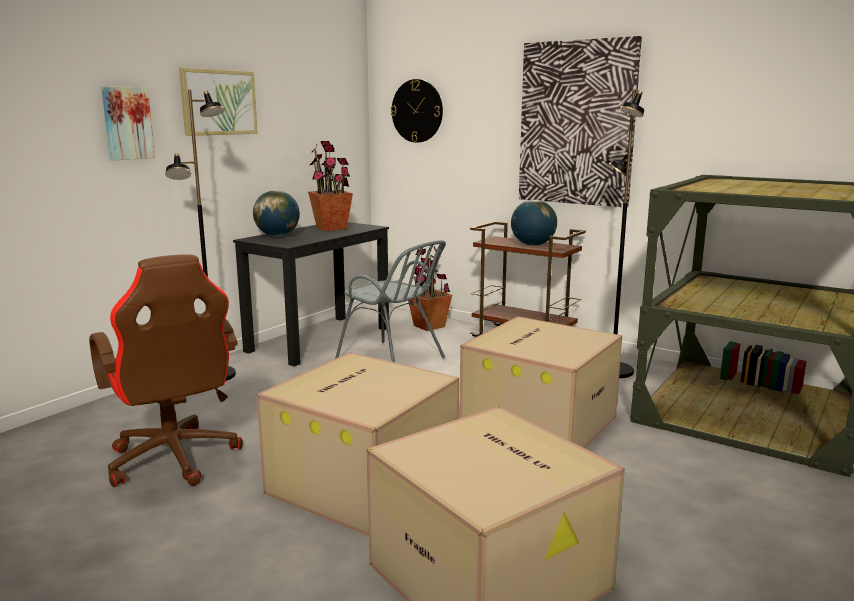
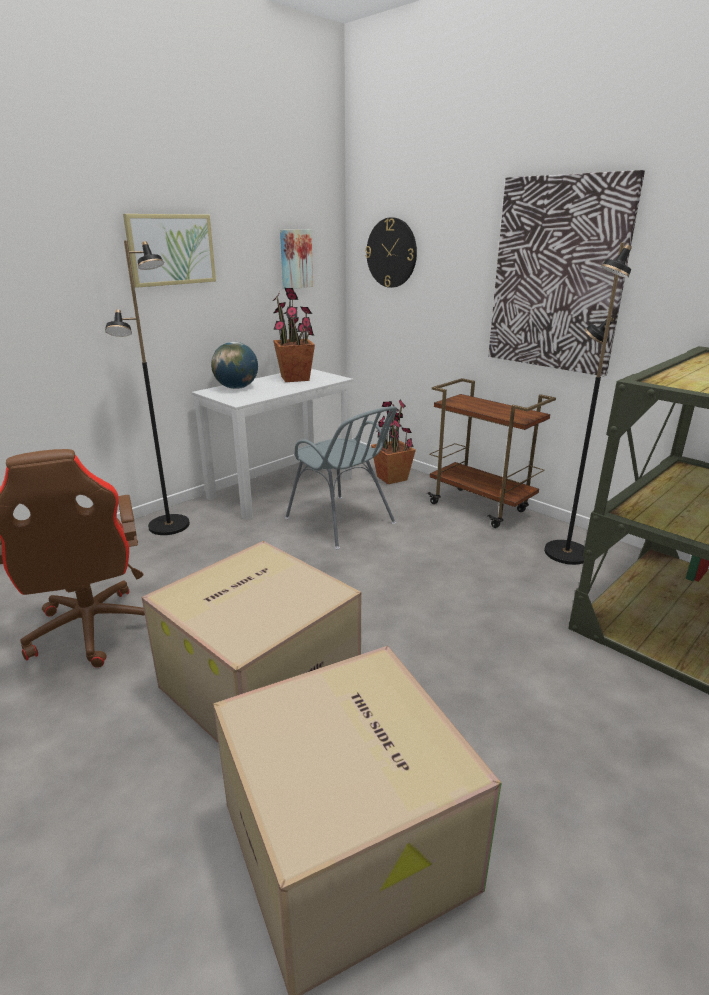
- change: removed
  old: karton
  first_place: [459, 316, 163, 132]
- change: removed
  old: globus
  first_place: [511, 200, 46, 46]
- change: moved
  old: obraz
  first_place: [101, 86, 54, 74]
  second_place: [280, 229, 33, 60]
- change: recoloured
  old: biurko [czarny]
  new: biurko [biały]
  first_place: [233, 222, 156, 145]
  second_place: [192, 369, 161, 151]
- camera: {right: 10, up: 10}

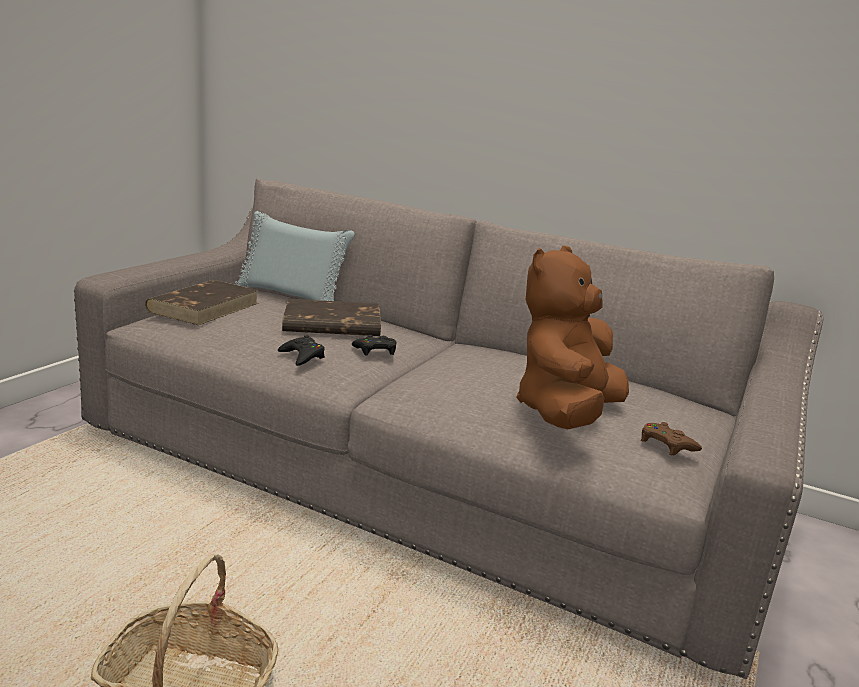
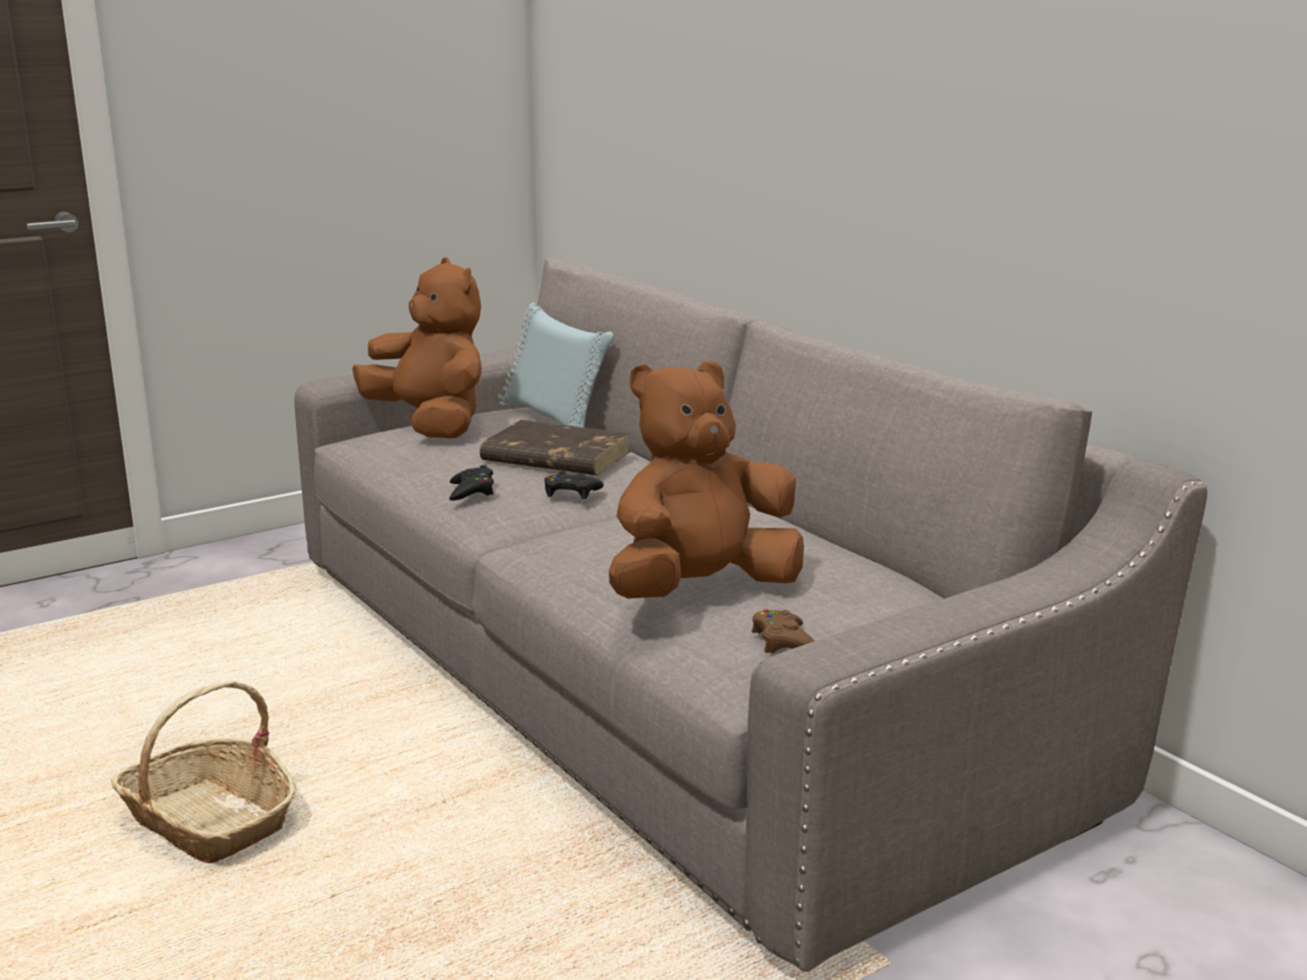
- change: replaced
  old: książka [brązowy]
  new: pluszak [brązowy]
  first_place: [145, 280, 114, 45]
  second_place: [352, 257, 129, 181]
- camera: {right: 30, up: 0}

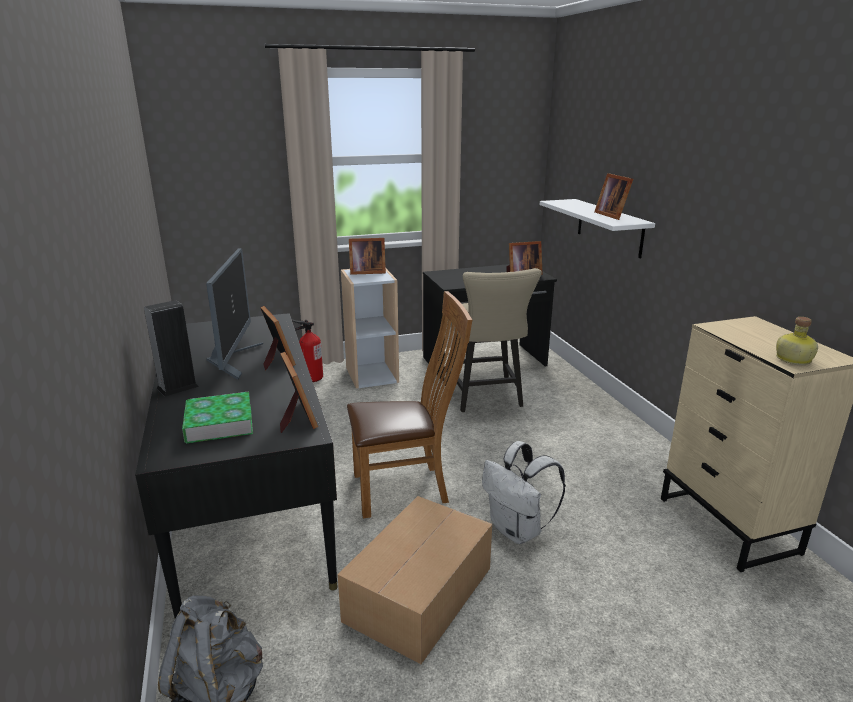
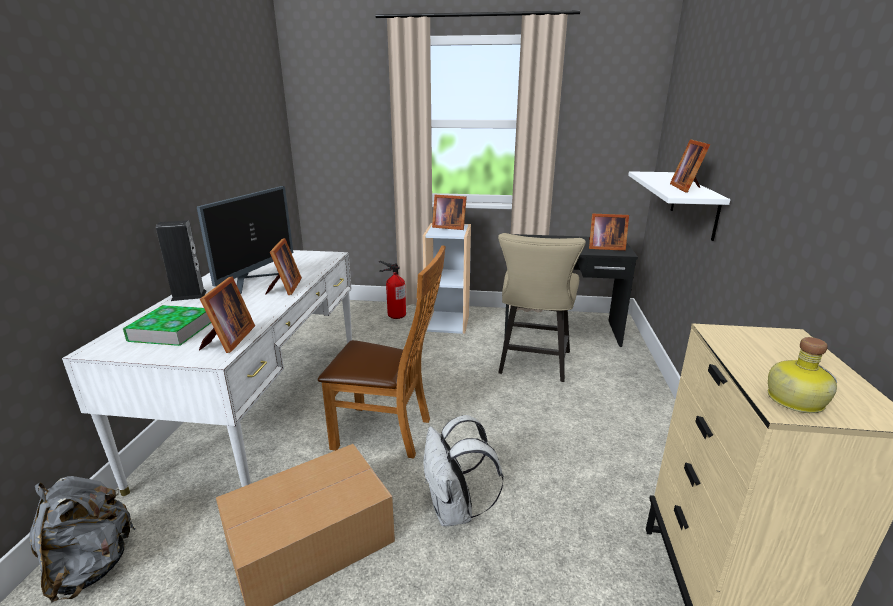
- change: recoloured
  old: biurko [czarny]
  new: biurko [biały]
  first_place: [135, 313, 203, 305]
  second_place: [62, 250, 290, 246]
- camera: {right: 25, up: 0}

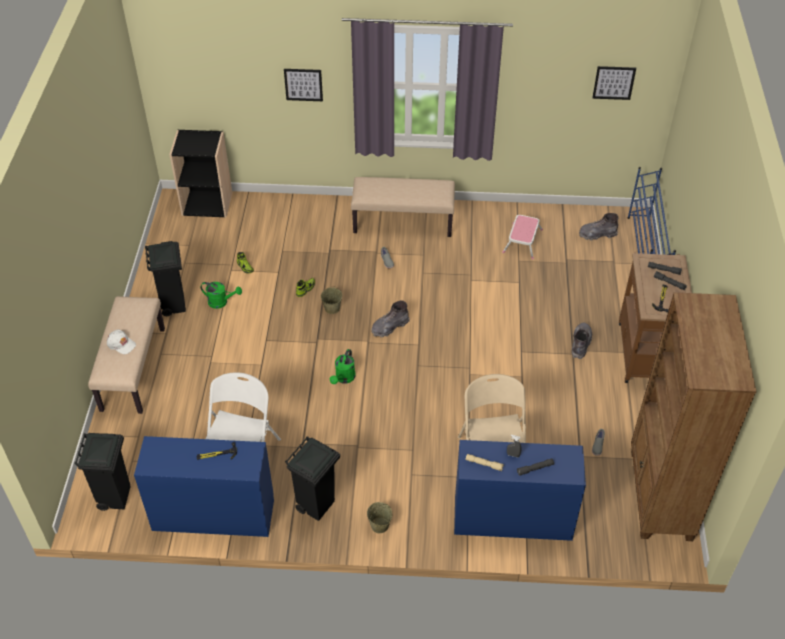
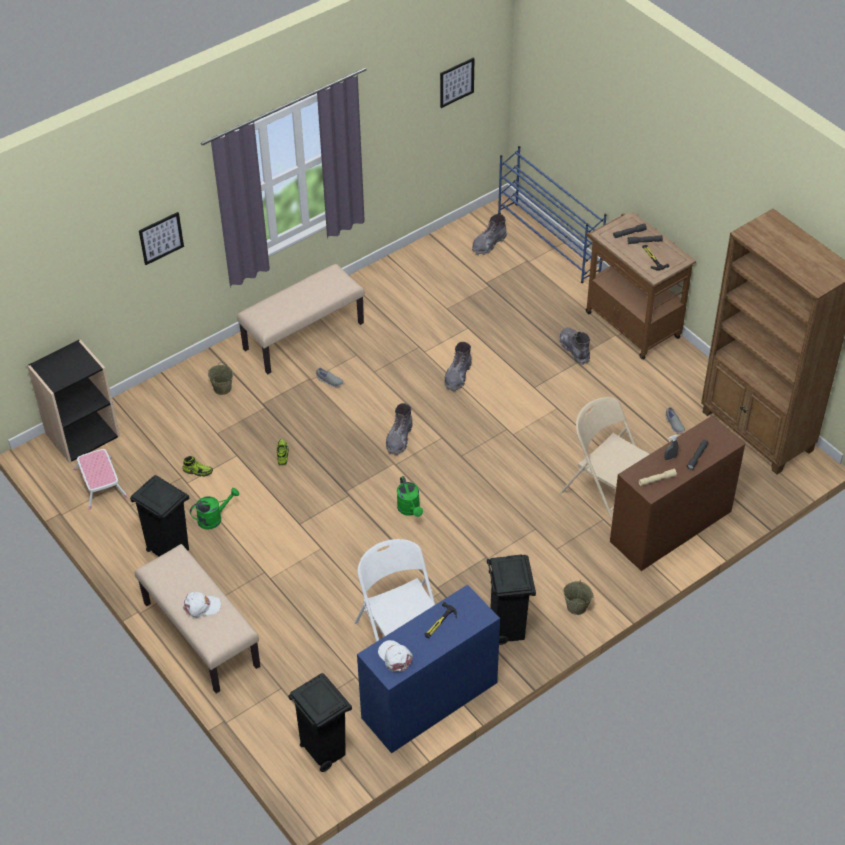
- change: added
  new: czapka z daszkiem [biały]
  second_place: [378, 640, 35, 32]
- change: added
  new: but z cholewką [szary]
  second_place: [444, 342, 27, 49]
- change: moved
  old: wiadro [beżowy]
  first_place: [321, 286, 21, 28]
  second_place: [208, 362, 25, 33]
- change: moved
  old: drabinka [różowy]
  first_place: [502, 215, 41, 45]
  second_place: [73, 449, 55, 61]
- change: recoloured
  old: biurko [niebieski]
  new: biurko [brązowy]
  first_place: [454, 440, 132, 101]
  second_place: [610, 416, 135, 155]
- camera: {right: -40, up: 0}

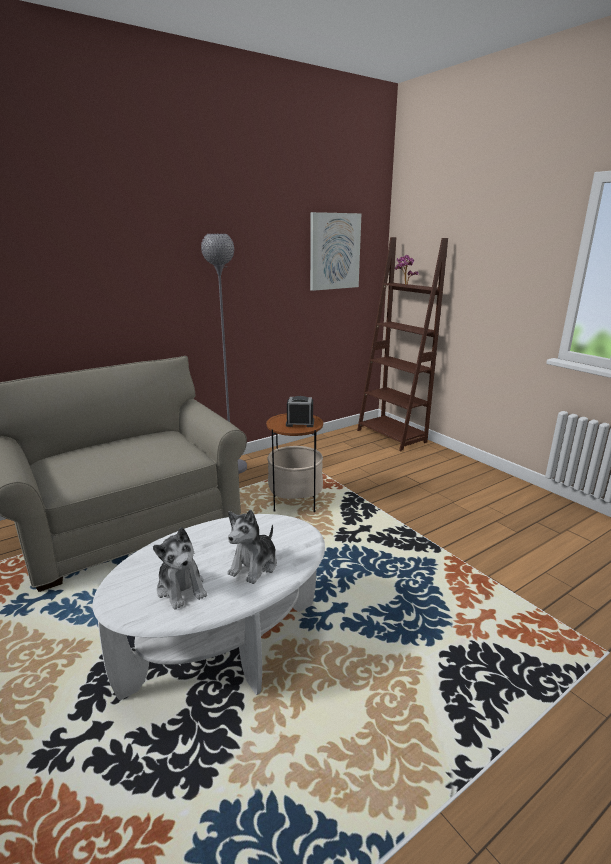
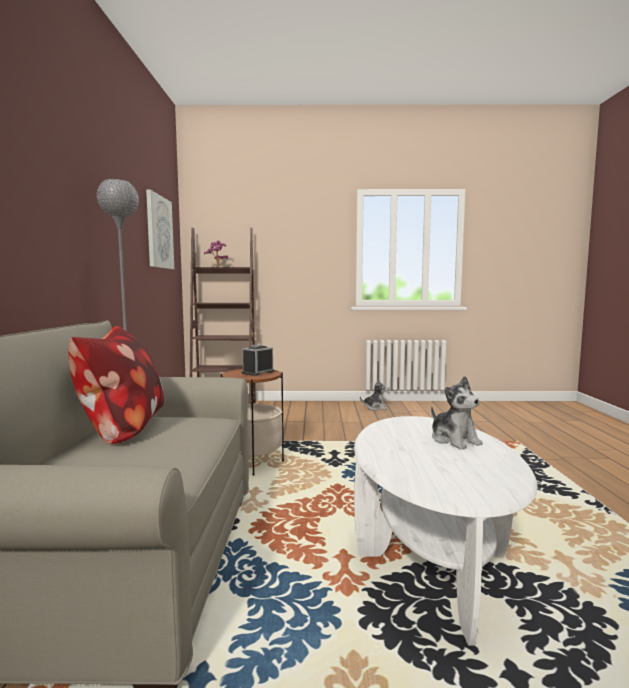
- change: added
  new: poduszka
  second_place: [68, 326, 96, 118]
- change: moved
  old: pluszak
  first_place: [153, 527, 54, 83]
  second_place: [360, 378, 29, 33]
- camera: {right: -55, up: -15}

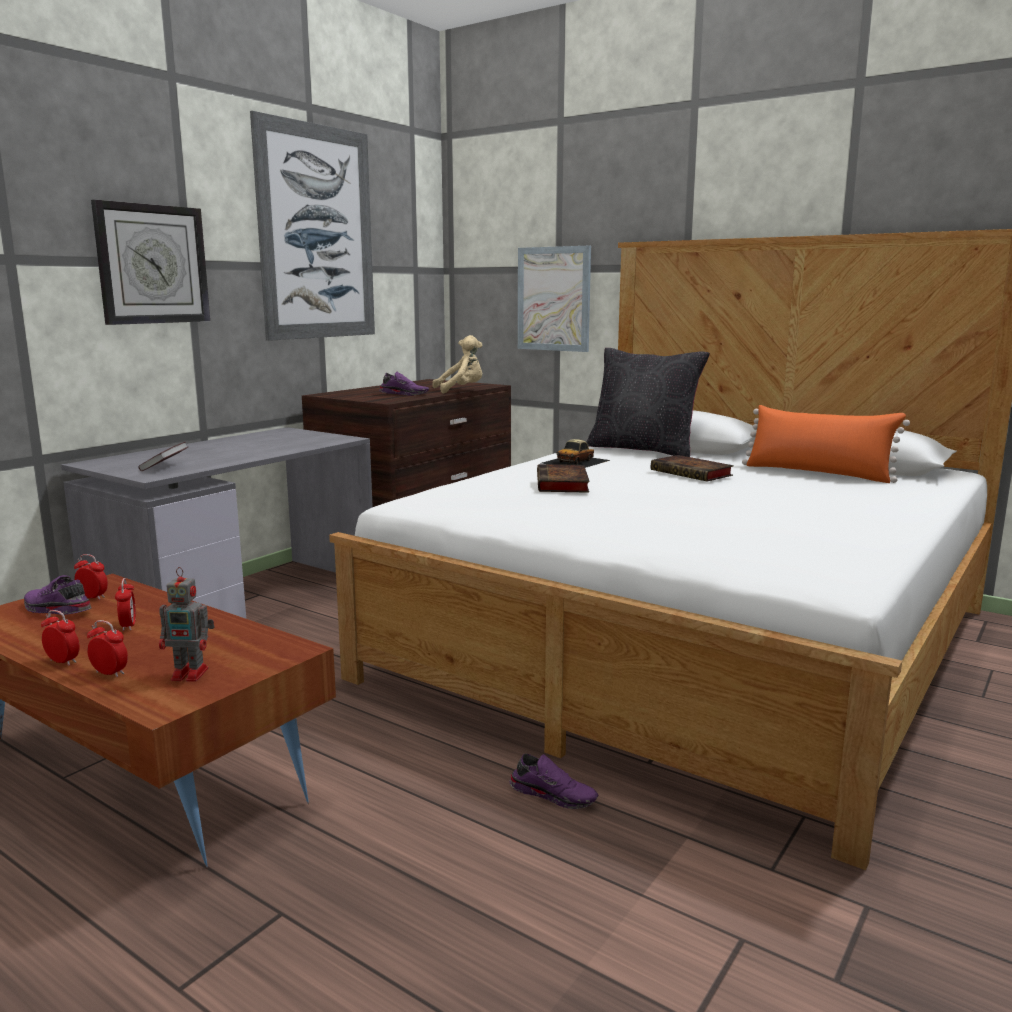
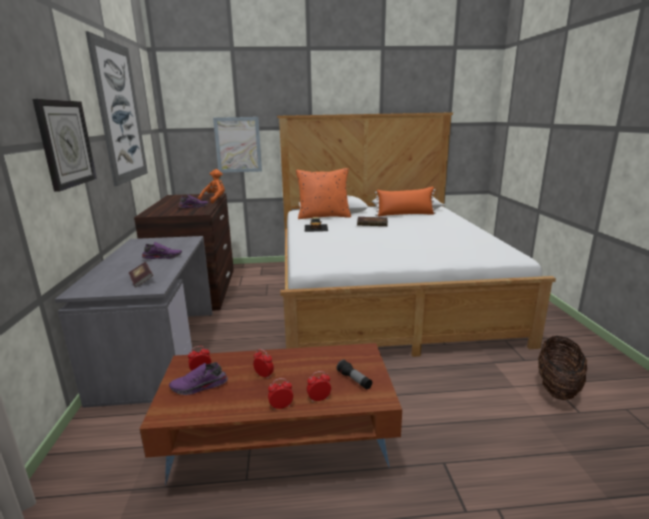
- change: removed
  old: książka
  first_place: [537, 464, 52, 29]
- change: added
  new: koszyk
  second_place: [538, 336, 49, 64]
- change: moved
  old: but [fioletowy]
  first_place: [509, 754, 89, 55]
  second_place: [142, 242, 40, 17]
- change: replaced
  old: robot zabawkowy
  new: latarka
  first_place: [159, 567, 55, 115]
  second_place: [337, 360, 35, 29]
- change: recoloured
  old: pluszak [beżowy]
  new: pluszak [pomarańczowy]
  first_place: [432, 335, 50, 59]
  second_place: [198, 169, 27, 34]
- change: recoloured
  old: poduszka [czarny]
  new: poduszka [pomarańczowy]
  first_place: [587, 348, 123, 109]
  second_place: [296, 168, 55, 51]
- camera: {right: -40, up: 5}

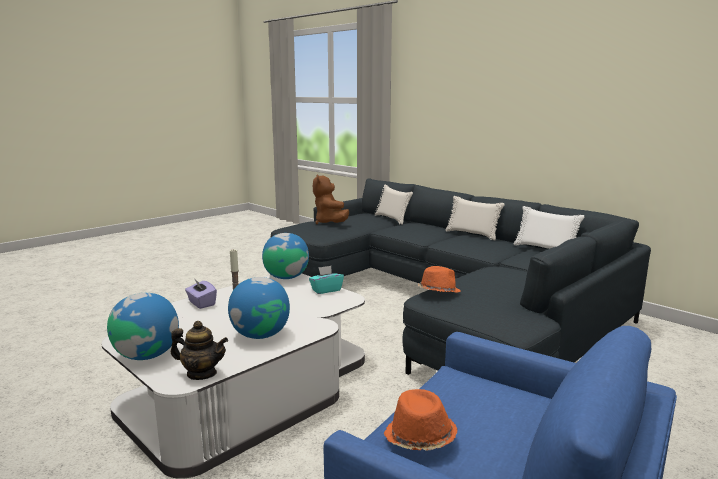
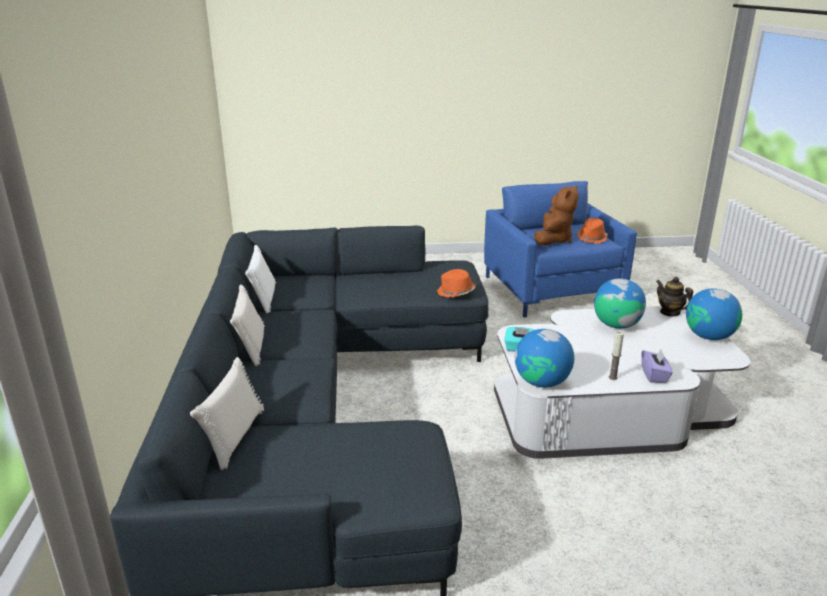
- change: moved
  old: pluszak [brązowy]
  first_place: [313, 175, 36, 49]
  second_place: [534, 185, 45, 61]
- camera: {right: -140, up: 10}

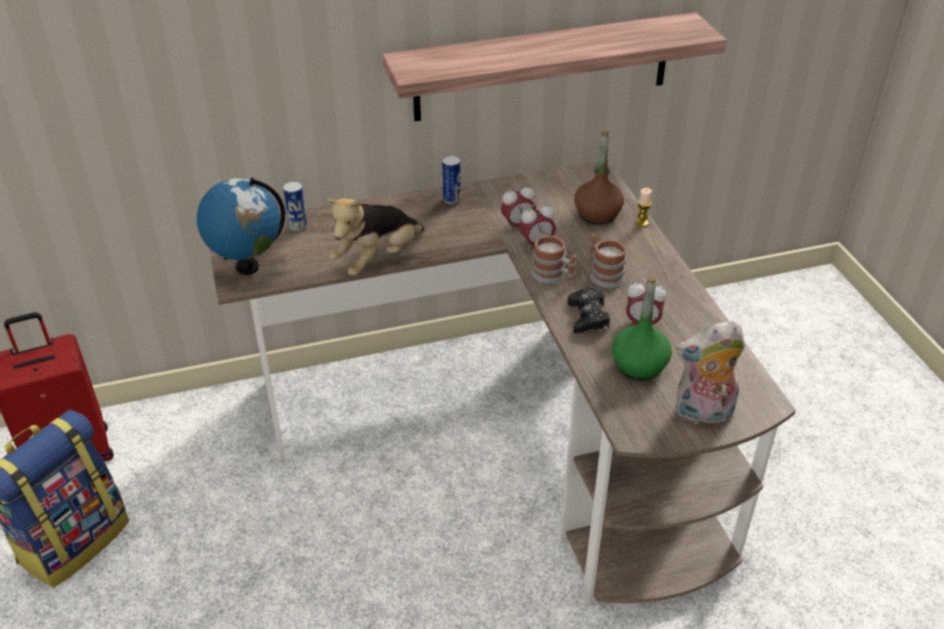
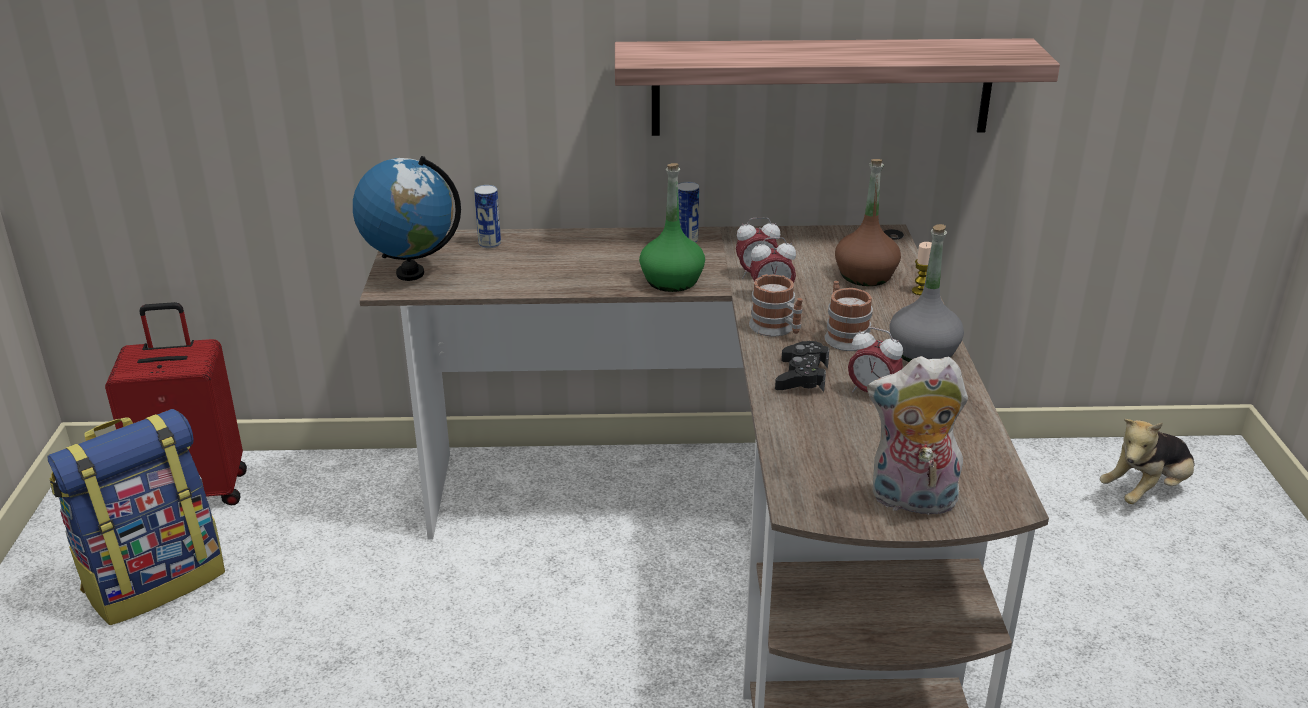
- change: added
  new: butelka [szary]
  second_place: [889, 224, 75, 138]
- change: moved
  old: pluszak
  first_place: [326, 198, 99, 78]
  second_place: [1100, 419, 95, 85]
- change: moved
  old: butelka [zielony]
  first_place: [612, 275, 60, 105]
  second_place: [639, 163, 66, 129]
- camera: {right: 15, up: -10}

